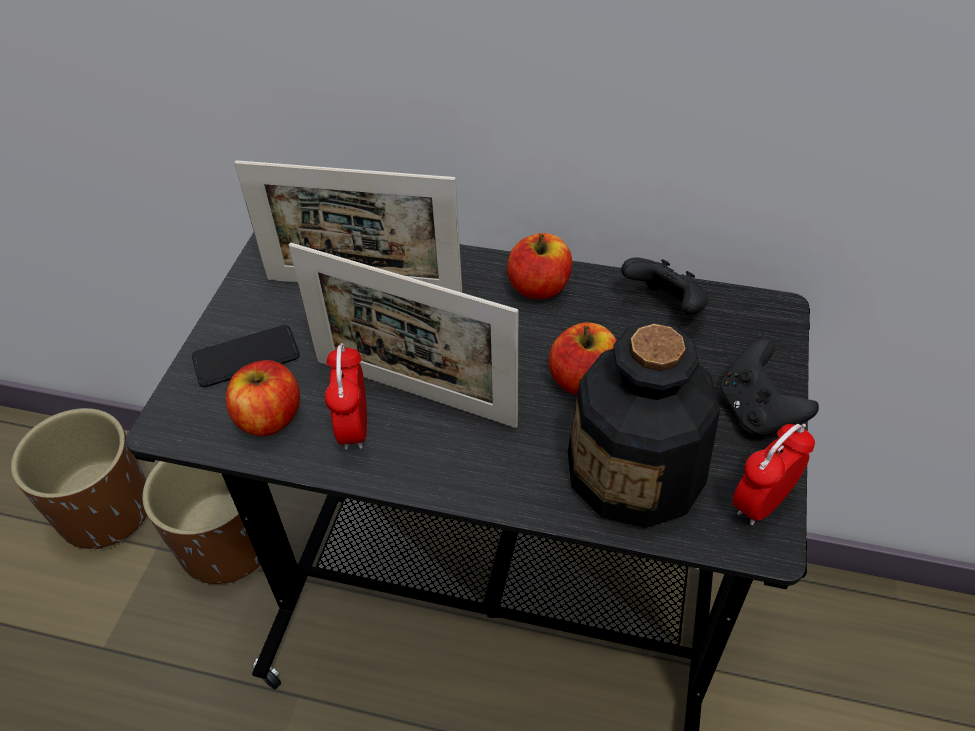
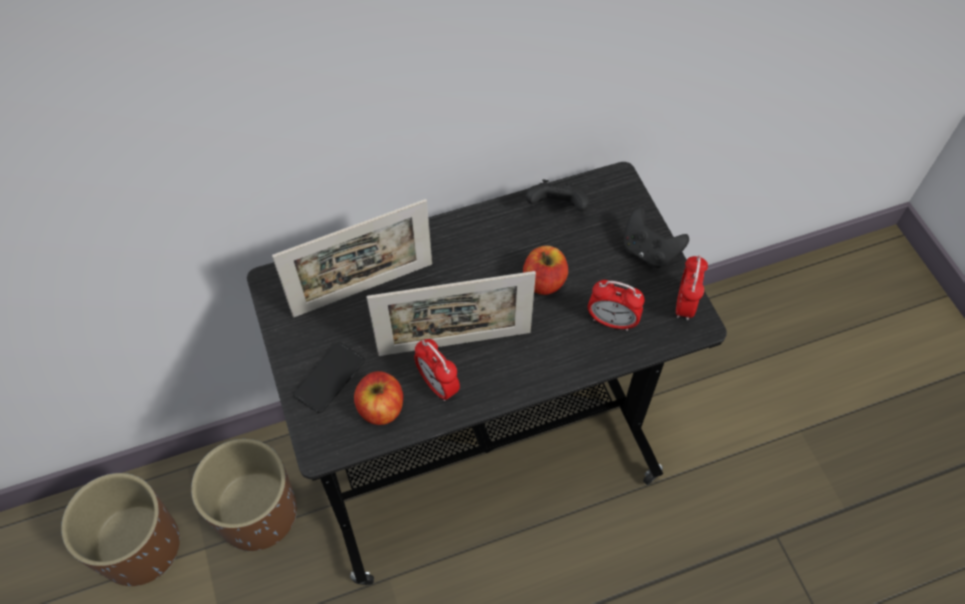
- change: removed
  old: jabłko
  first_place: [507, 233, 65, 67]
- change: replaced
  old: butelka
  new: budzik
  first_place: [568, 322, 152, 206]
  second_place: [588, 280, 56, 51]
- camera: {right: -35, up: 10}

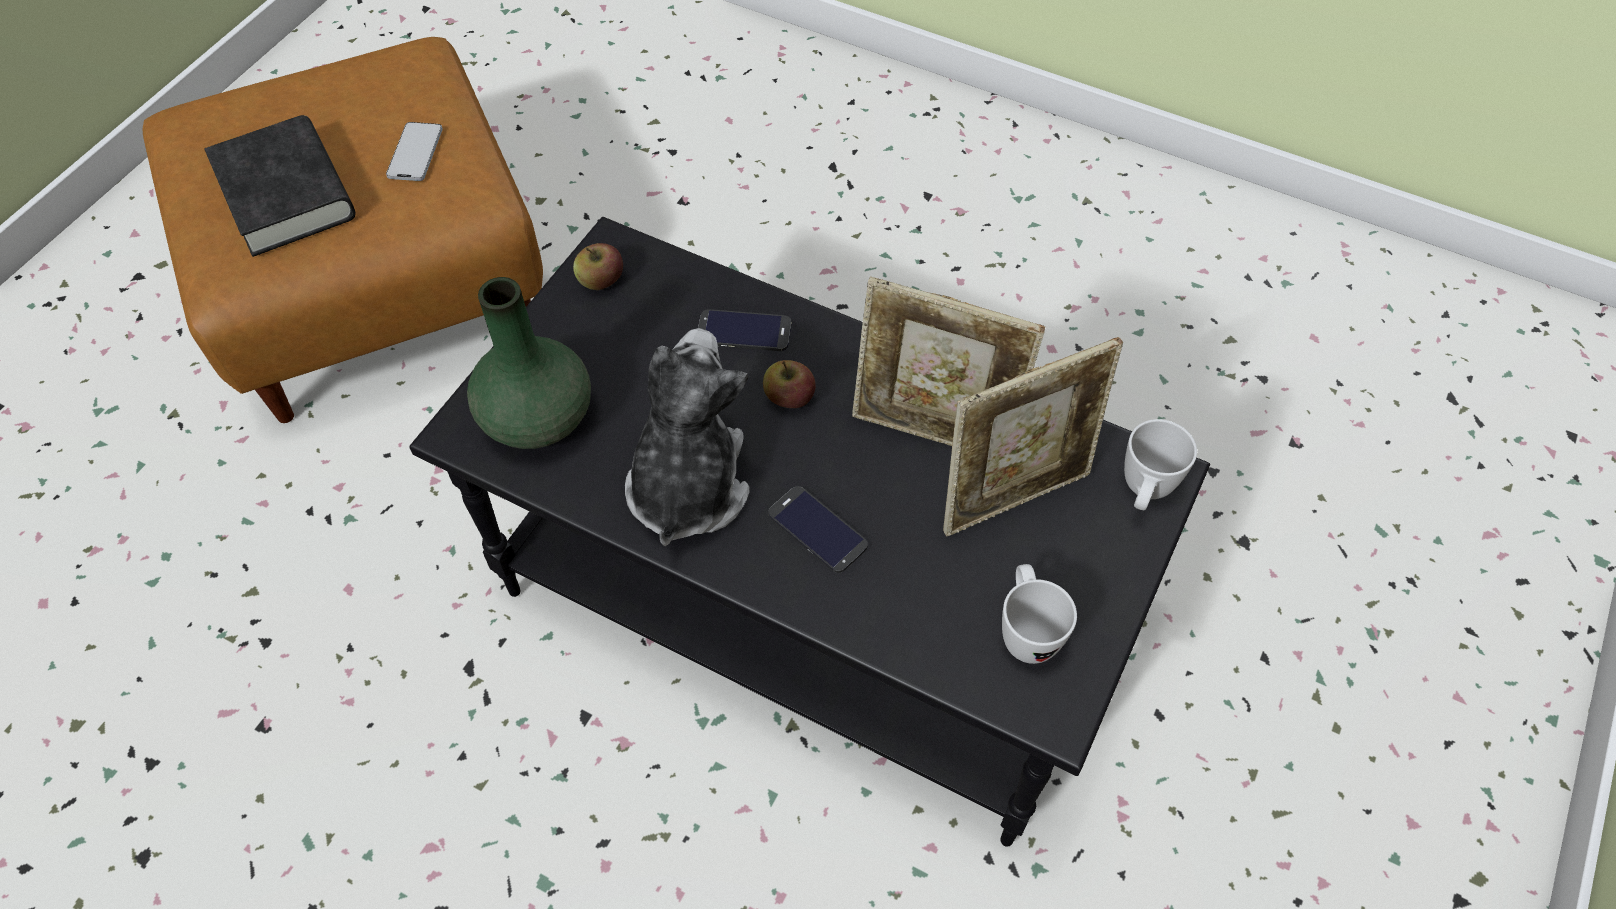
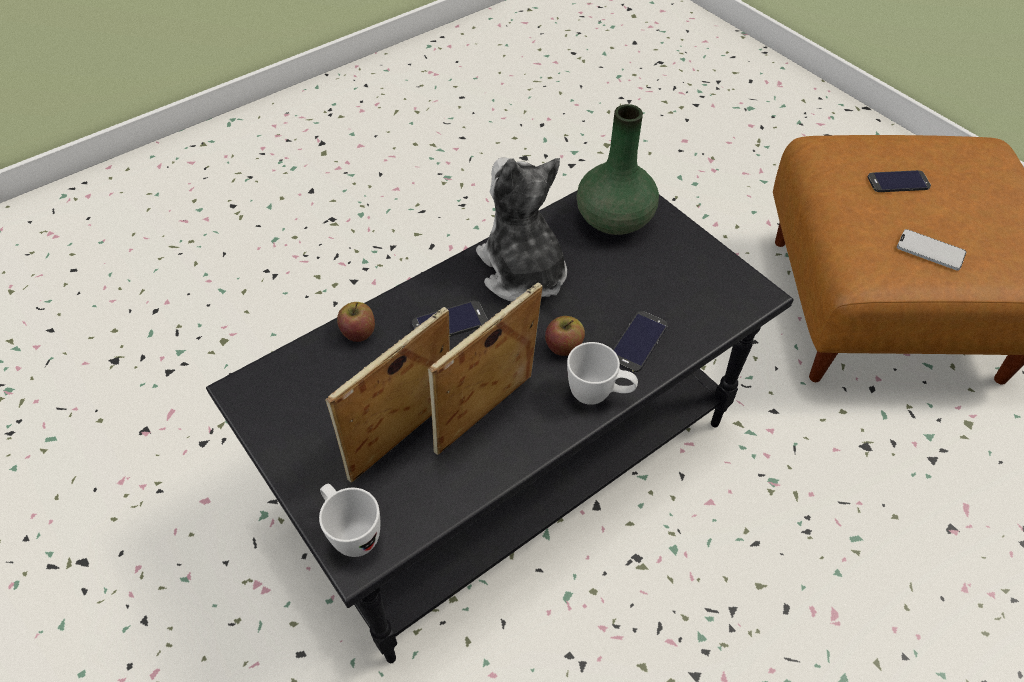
- change: moved
  old: jabłko
  first_place: [573, 243, 50, 47]
  second_place: [337, 302, 38, 40]
- change: moved
  old: kubek [biały]
  first_place: [1002, 564, 75, 100]
  second_place: [567, 342, 71, 63]
- change: replaced
  old: książka [czarny]
  new: telefon
  first_place: [205, 115, 150, 142]
  second_place: [868, 170, 63, 22]
- change: turned
  old: pluszak
  first_place: [625, 328, 125, 218]
  second_place: [476, 157, 91, 144]
  degrees: -150
- change: turned
  old: ramka na zdjęcie
  first_place: [943, 337, 180, 200]
  second_place: [325, 307, 125, 176]
  degrees: 45
- camera: {right: 115, up: -5}

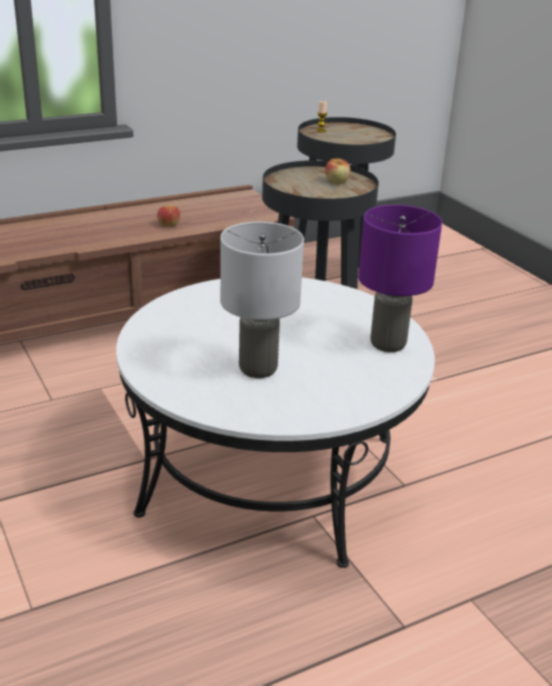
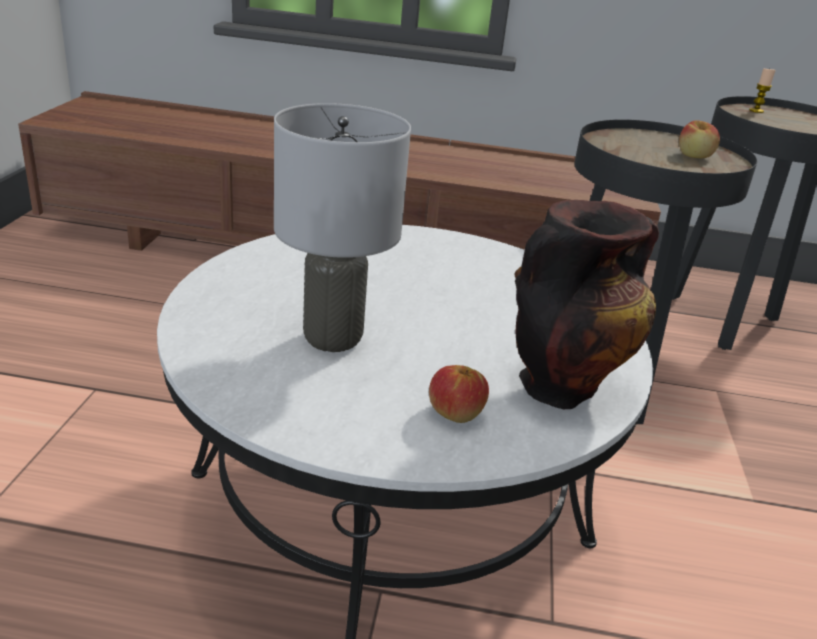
- change: moved
  old: jabłko
  first_place: [157, 206, 23, 21]
  second_place: [429, 365, 60, 58]
- change: replaced
  old: lampa stołowa [fioletowy]
  new: wazon
  first_place: [358, 205, 84, 147]
  second_place: [514, 200, 145, 209]
- camera: {right: 35, up: 0}

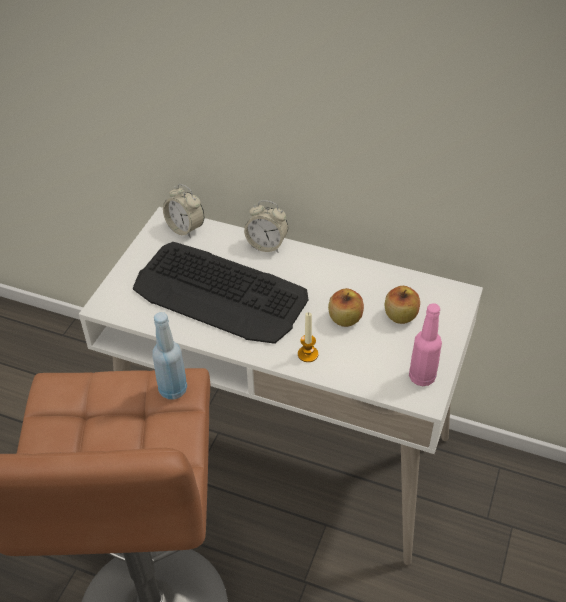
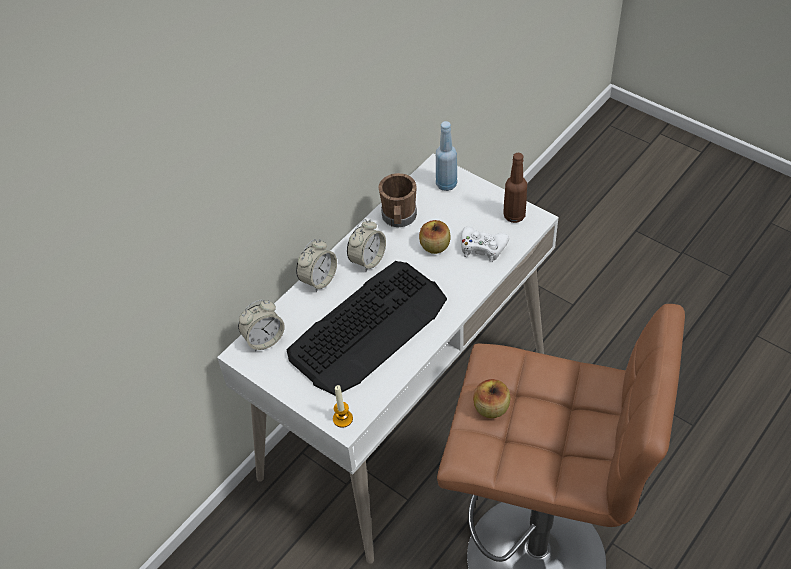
- change: added
  new: budzik
  second_place: [347, 219, 39, 53]
- change: added
  new: kubek [brązowy]
  second_place: [378, 173, 39, 54]
- change: added
  new: pad do gier [biały]
  second_place: [461, 226, 48, 36]
- change: moved
  old: butelka [niebieski]
  first_place: [152, 312, 35, 88]
  second_place: [436, 121, 21, 70]
- change: moved
  old: świeca
  first_place: [298, 312, 20, 50]
  second_place: [333, 385, 20, 43]
- change: moved
  old: jabłko
  first_place: [384, 286, 36, 38]
  second_place: [473, 379, 37, 39]
- change: recoloured
  old: butelka [różowy]
  new: butelka [brązowy]
  first_place: [409, 303, 33, 83]
  second_place: [503, 153, 24, 70]
- camera: {right: -70, up: 5}

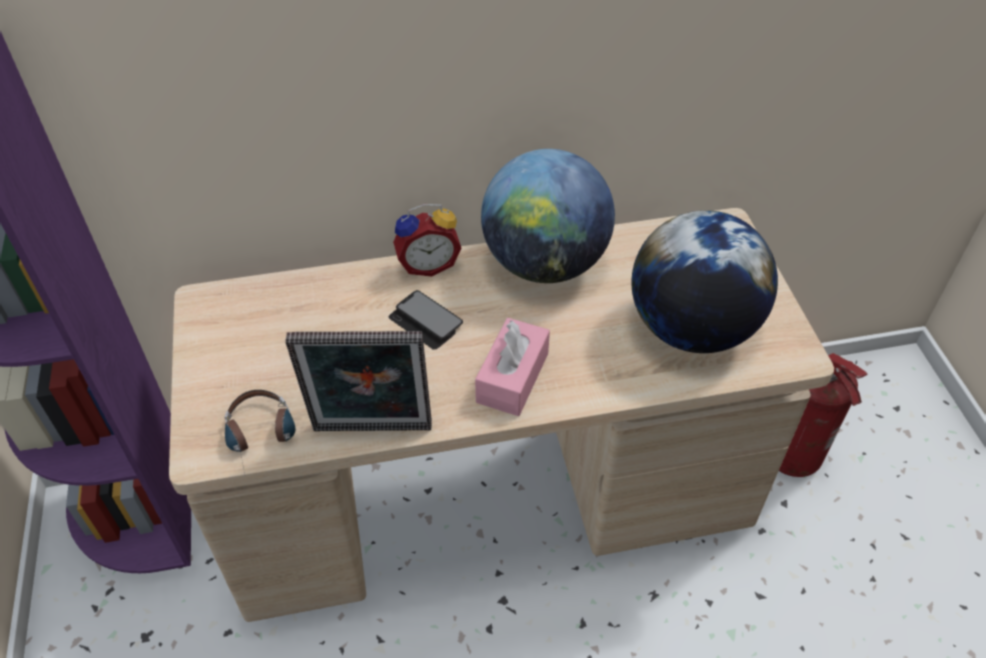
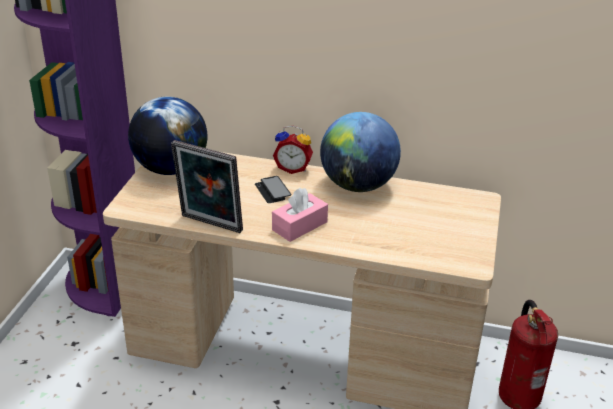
- change: removed
  old: słuchawki
  first_place: [224, 390, 71, 83]
- change: moved
  old: globus
  first_place: [631, 210, 147, 143]
  second_place: [128, 96, 79, 79]
- camera: {right: 25, up: -15}

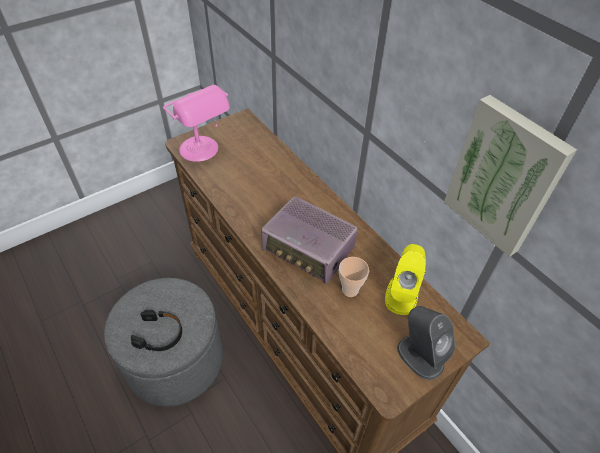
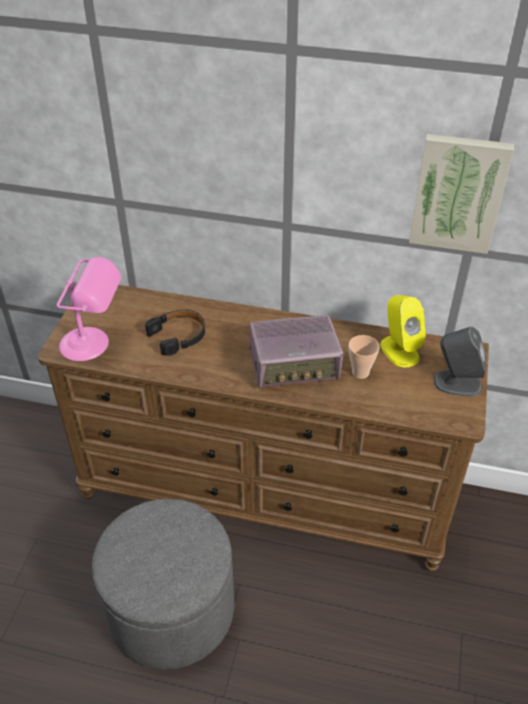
- change: moved
  old: słuchawki [czarny]
  first_place: [131, 310, 51, 41]
  second_place: [145, 310, 60, 46]
- camera: {right: -40, up: -5}

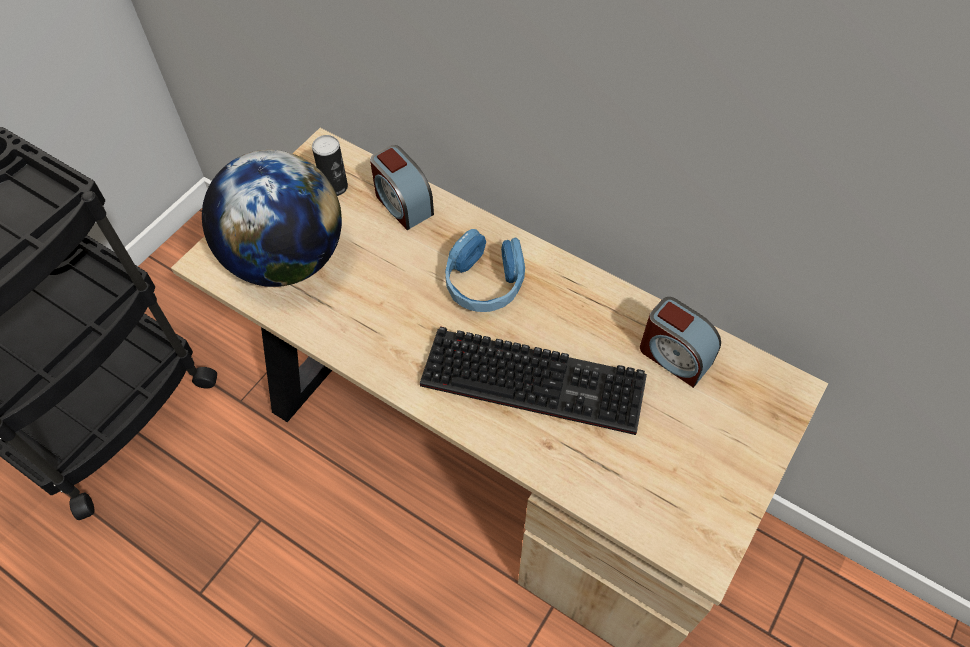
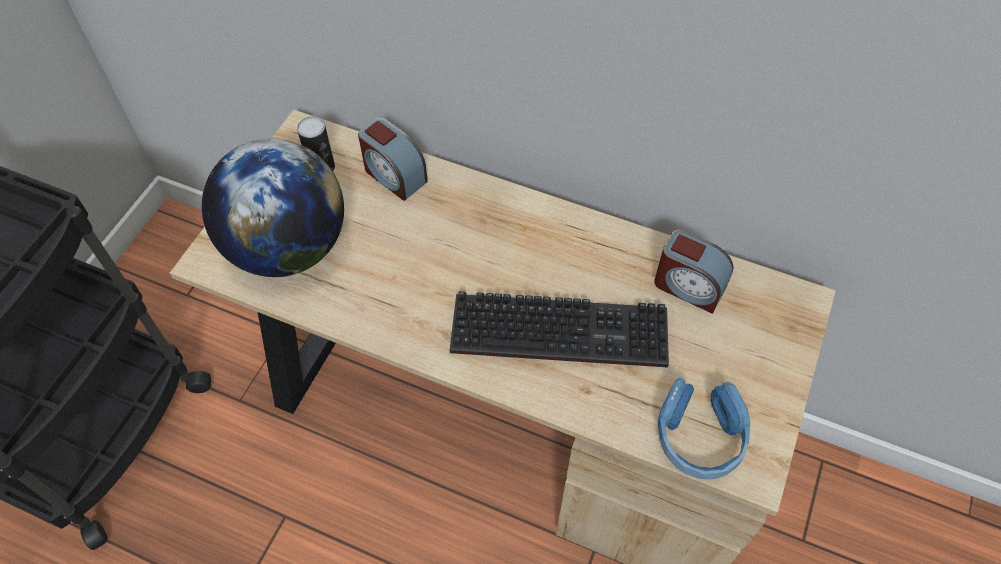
- change: moved
  old: słuchawki [niebieski]
  first_place: [445, 229, 80, 83]
  second_place: [657, 378, 93, 102]
- camera: {right: -10, up: 0}

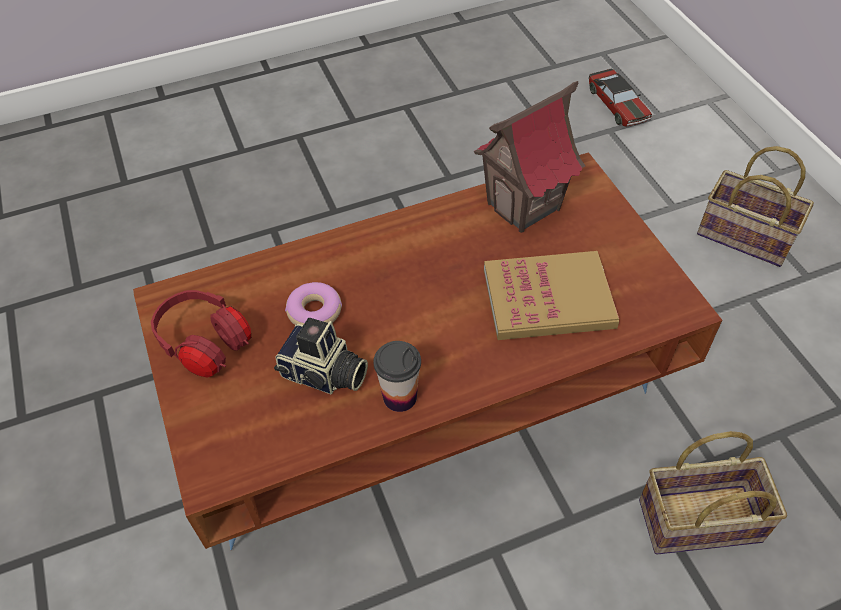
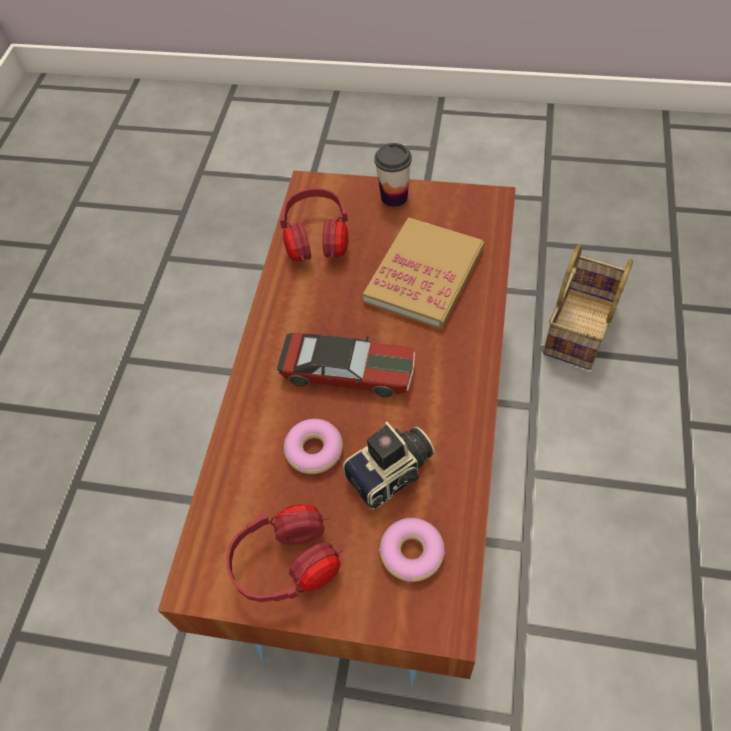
- change: removed
  old: koszyk
  first_place: [697, 146, 117, 121]
- change: added
  new: donut
  second_place: [379, 518, 66, 64]
- change: moved
  old: filiżanka
  first_place: [374, 341, 47, 71]
  second_place: [374, 143, 38, 64]
- change: moved
  old: samochodzik
  first_place: [589, 69, 63, 58]
  second_place: [277, 333, 138, 64]
- change: replaced
  old: domek
  new: słuchawki [czerwony]
  first_place: [474, 81, 111, 152]
  second_place: [280, 188, 68, 74]
- camera: {right: -55, up: 5}

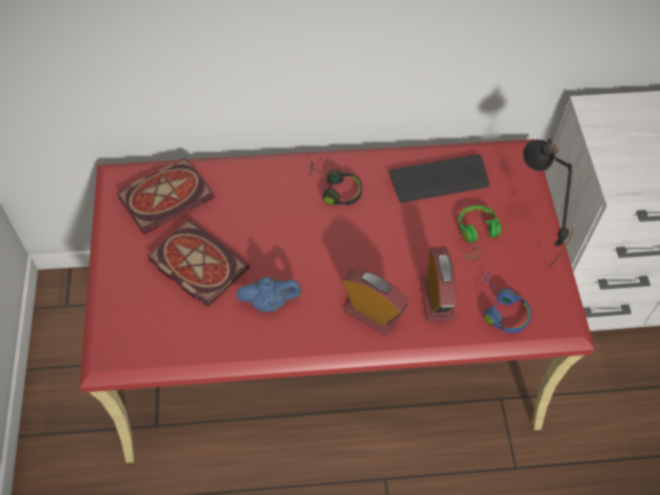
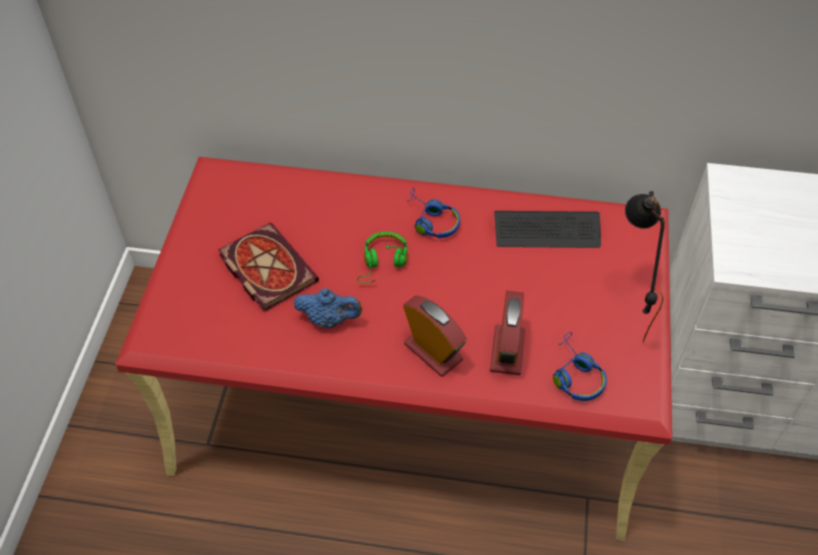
- change: removed
  old: książka
  first_place: [116, 157, 99, 77]
- change: moved
  old: słuchawki [zielony]
  first_place: [458, 205, 43, 54]
  second_place: [357, 232, 51, 51]
- change: recoloured
  old: słuchawki [czarny]
  new: słuchawki [niebieski]
  first_place: [309, 162, 53, 43]
  second_place: [407, 188, 53, 50]
- camera: {right: 15, up: -5}

